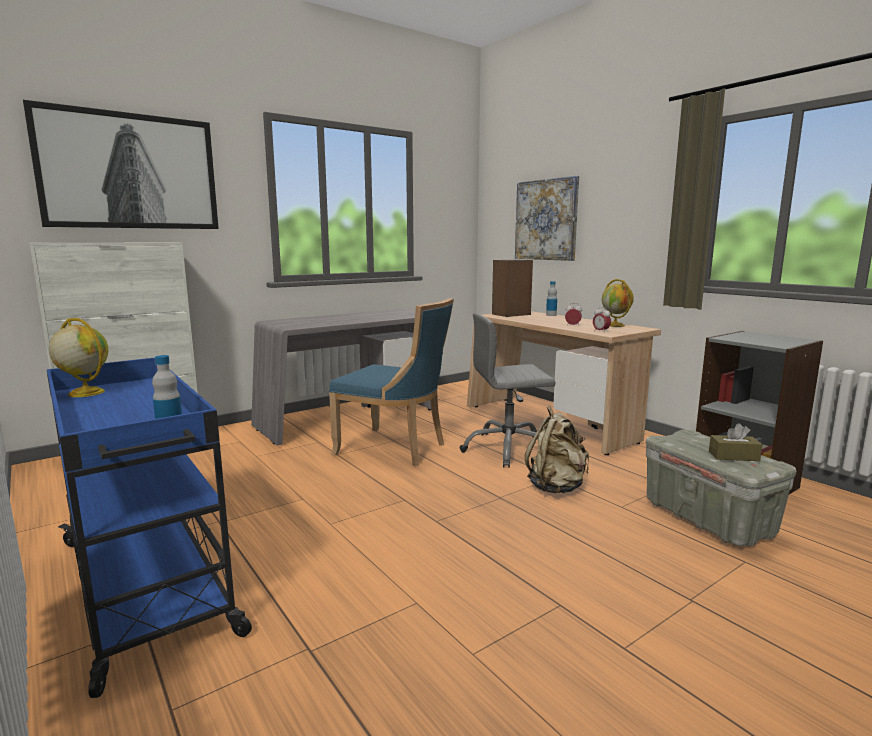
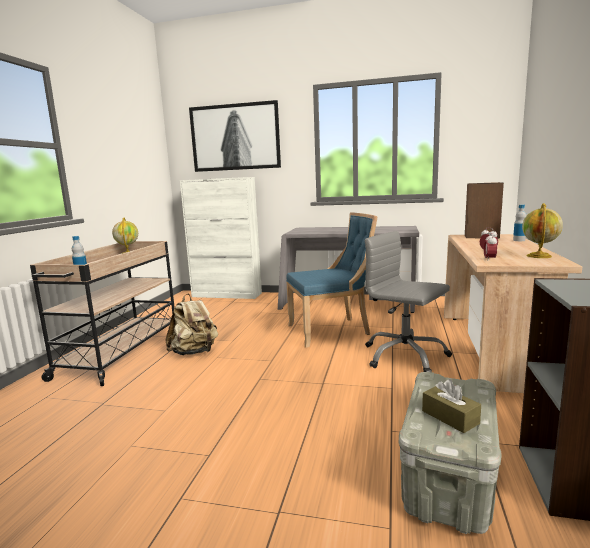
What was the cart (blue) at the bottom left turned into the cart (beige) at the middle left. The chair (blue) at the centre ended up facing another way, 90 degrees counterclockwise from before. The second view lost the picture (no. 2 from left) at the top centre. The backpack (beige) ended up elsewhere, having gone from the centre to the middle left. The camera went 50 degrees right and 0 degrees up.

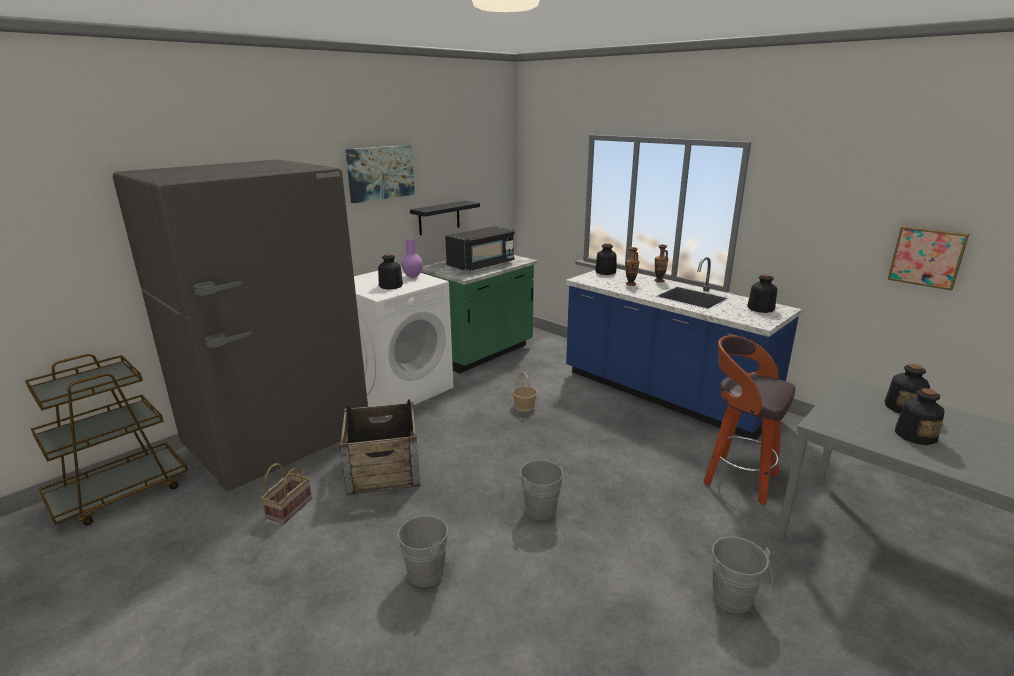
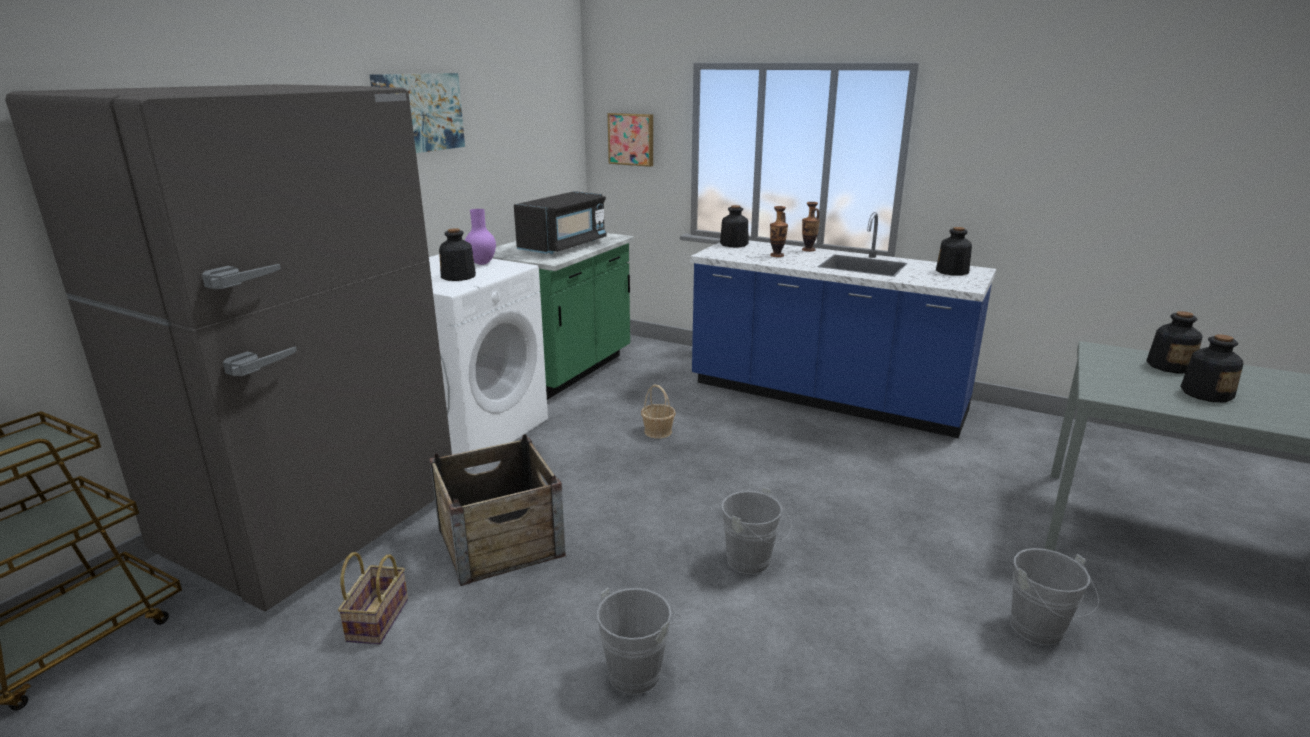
The second view lost the shelf (black) at the top centre. The second view lost the stool at the middle right. The picture (no. 2 from left) ended up elsewhere, having gone from the middle right to the top centre. The camera went 15 degrees left and 0 degrees up.

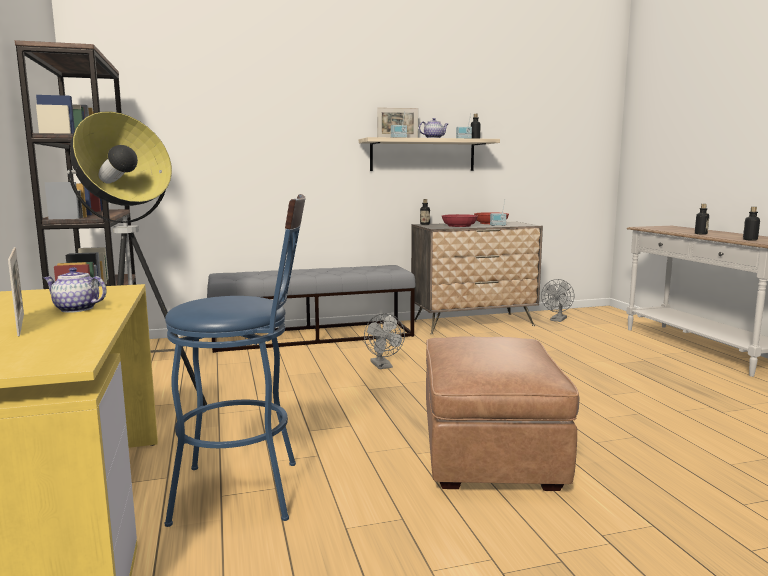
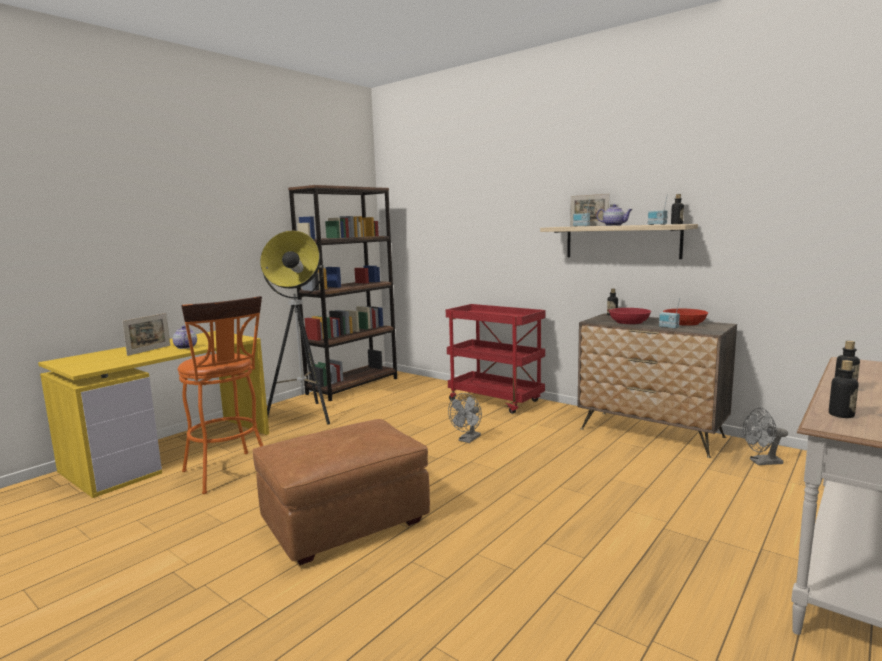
What was the stool (blue) at the middle left turned into the stool (orange) at the middle left. Where the bench (grey) stood at the centre, the cart (red) came to stand at the centre. The camera went 55 degrees right and 0 degrees up.

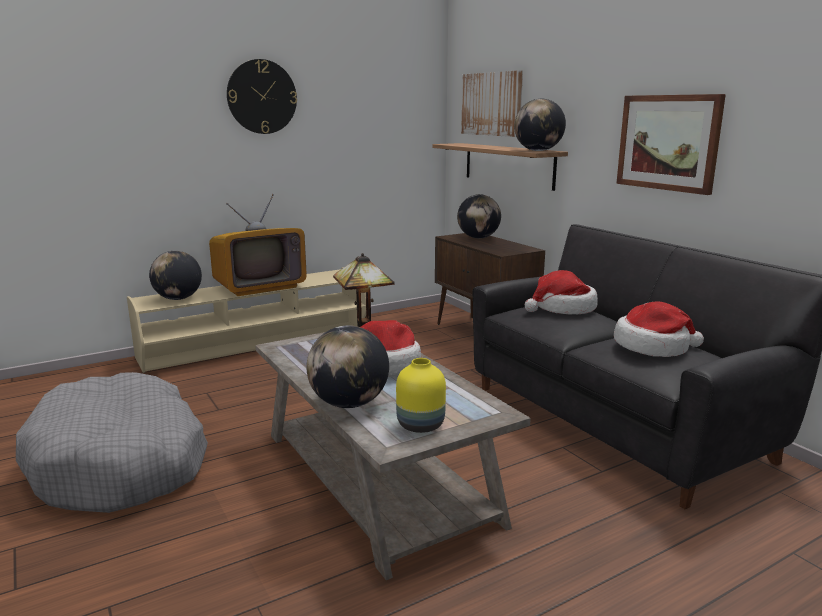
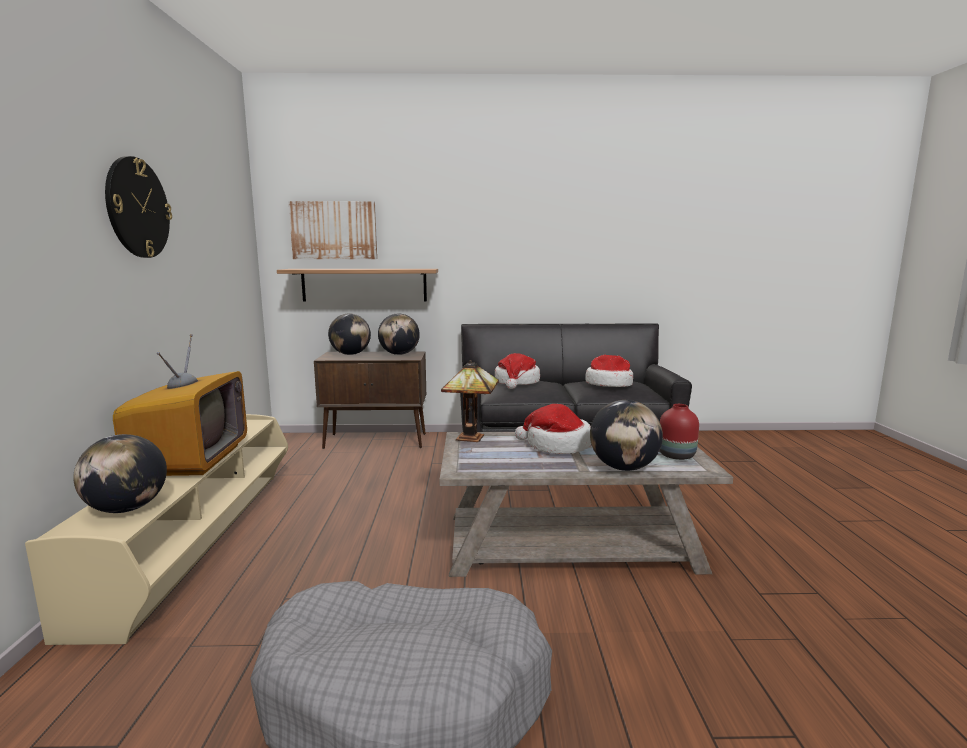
What was the vase (yellow) at the centre turned into the vase (red) at the middle right. The globe (no. 4 from left in the first image) ended up elsewhere, having gone from the top centre to the centre. The second view lost the picture (no. 2 from left) at the top right. The camera went 60 degrees left and 5 degrees down.

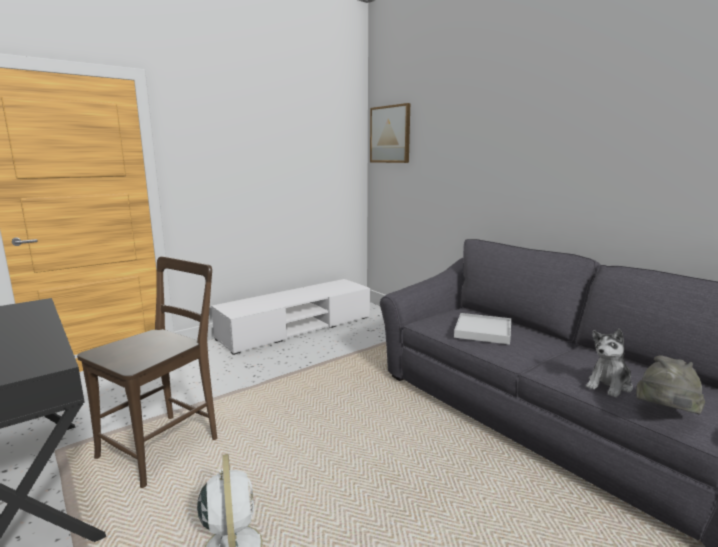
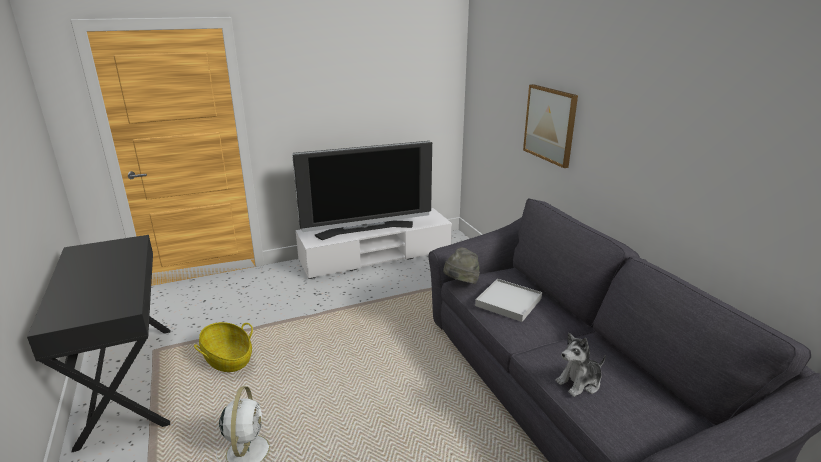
Where the chair (brown) stood at the bottom left, the basket came to stand at the bottom left. The picture ended up elsewhere, having gone from the top centre to the top right. The hat (grey) ended up elsewhere, having gone from the bottom right to the centre. The second view gained the television at the centre. The camera went 15 degrees right and 10 degrees up.

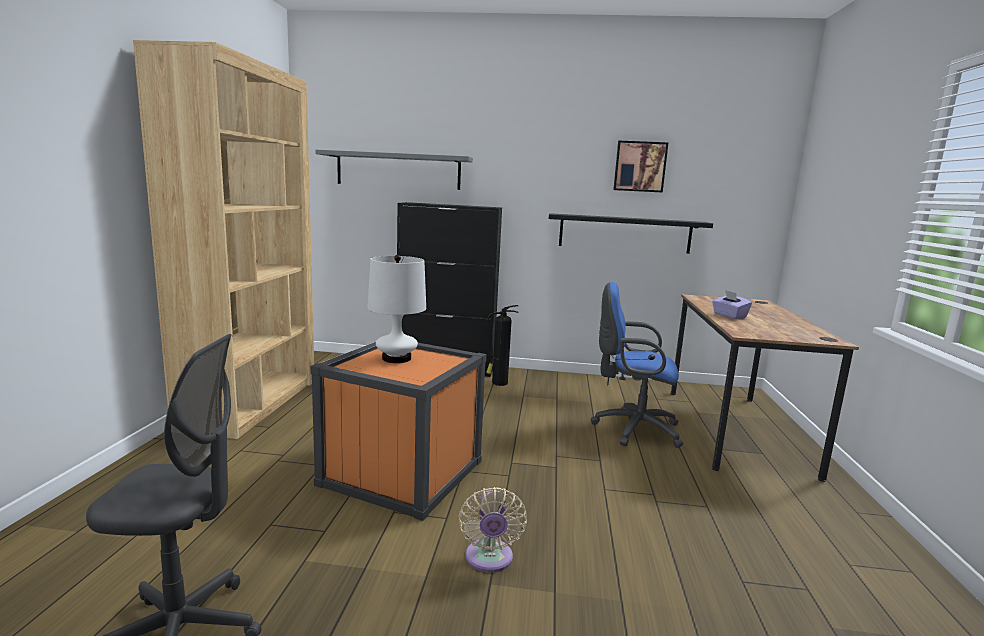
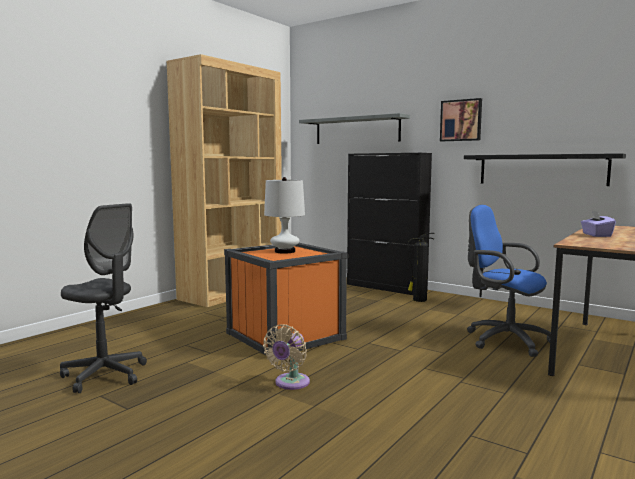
The picture ended up elsewhere, having gone from the top centre to the top right. The camera went 30 degrees right and 5 degrees down.

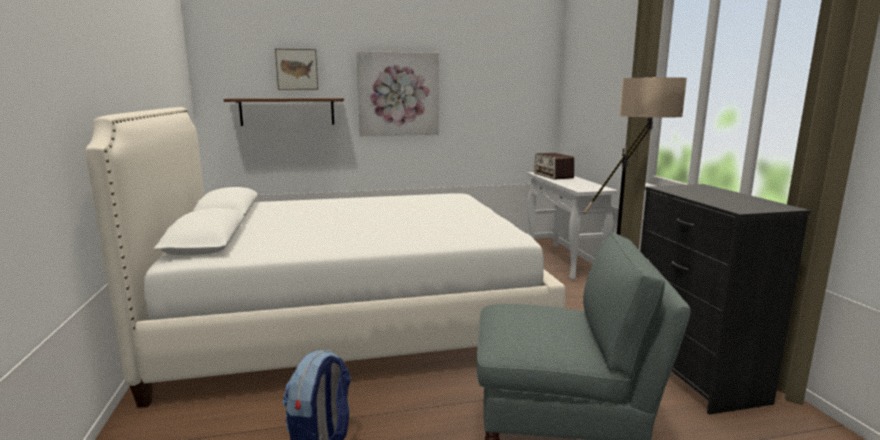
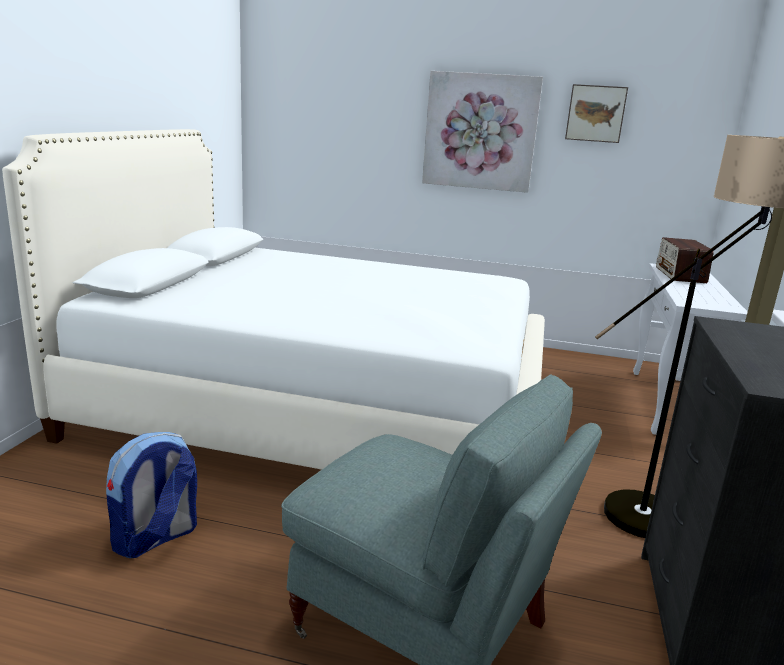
The second view lost the shelf (brown) at the top left. The picture (no. 1 from left in the first image) ended up elsewhere, having gone from the top centre to the top right. The camera went 25 degrees right and 5 degrees up.

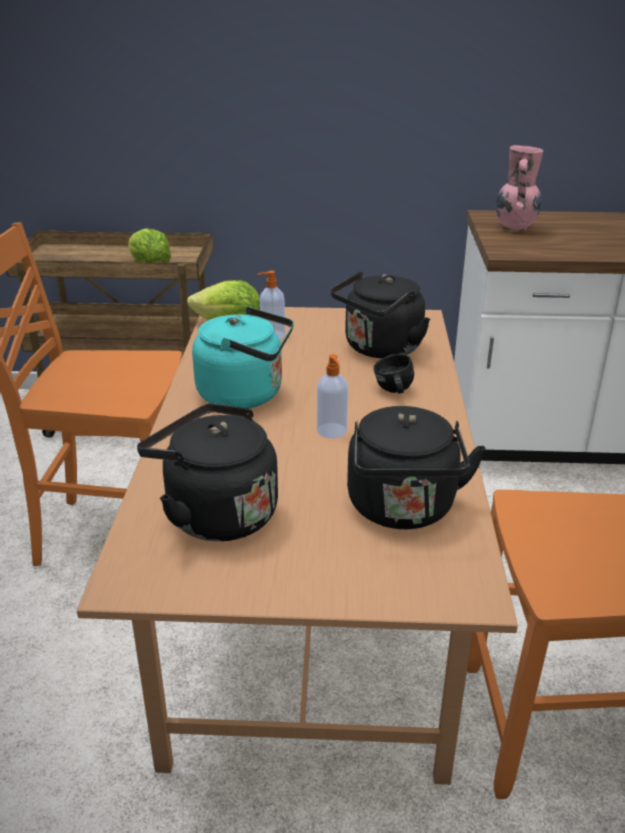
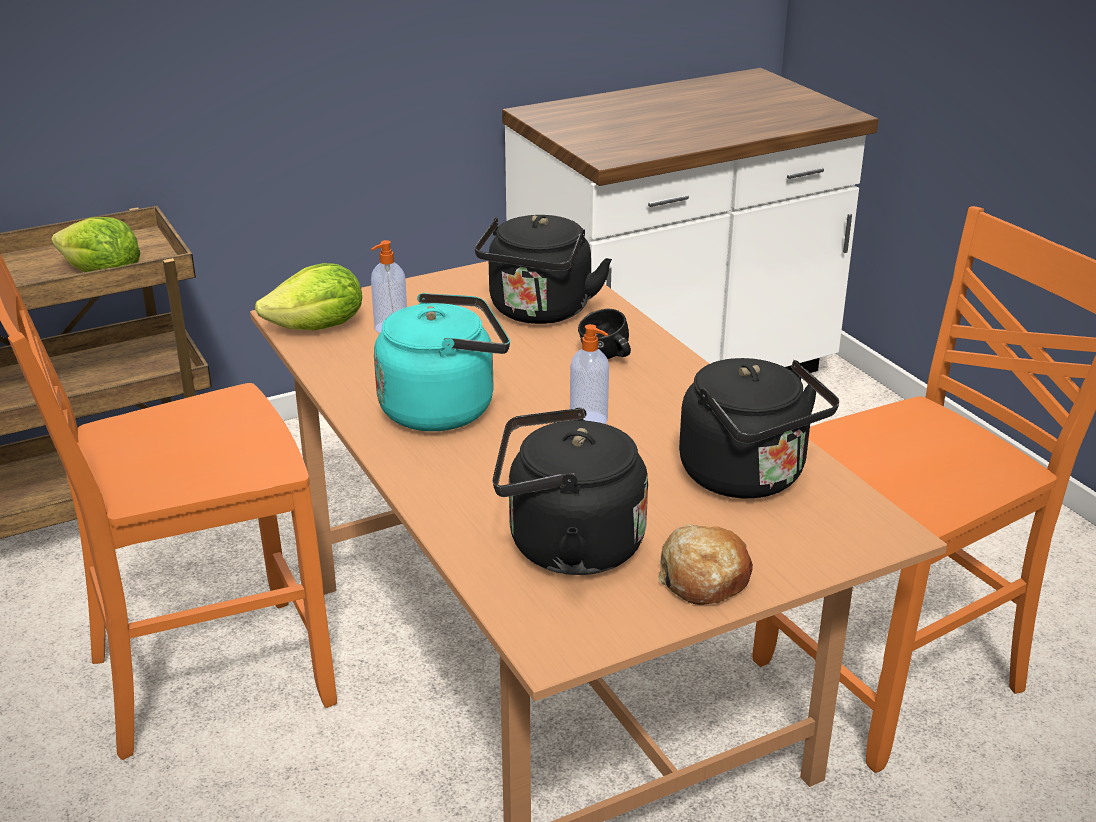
The second view lost the vase (pink) at the top right. The second view gained the bread at the bottom centre. The camera went 30 degrees left and 0 degrees up.

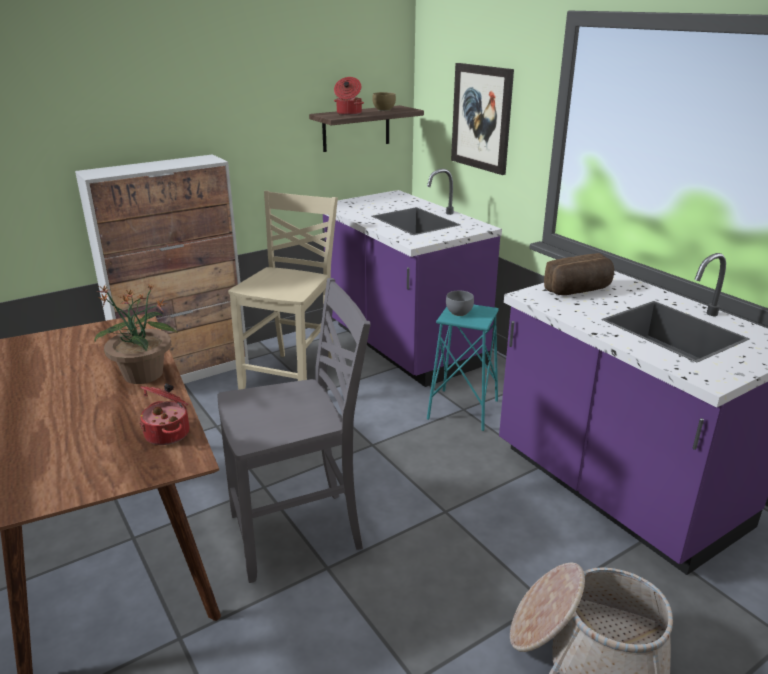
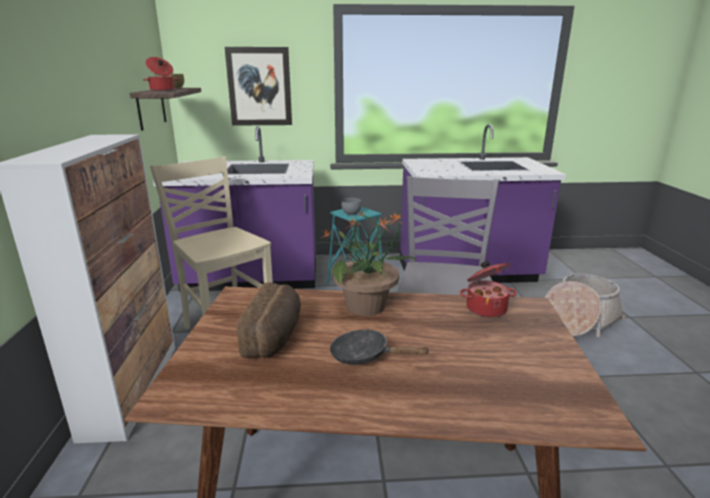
The bread ended up elsewhere, having gone from the middle right to the centre. The second view gained the frying pan (black) at the bottom centre. The camera went 60 degrees left and 5 degrees down.

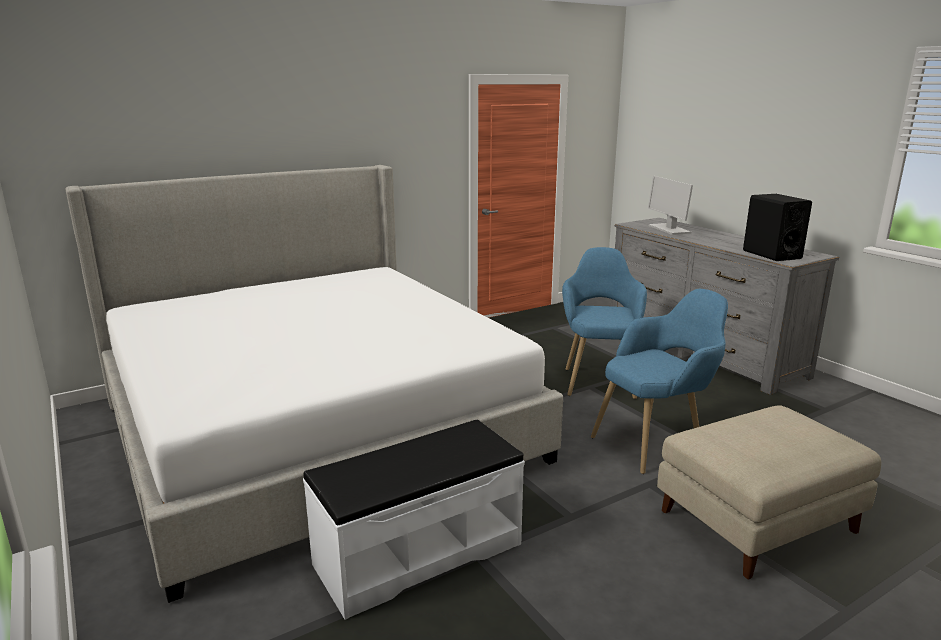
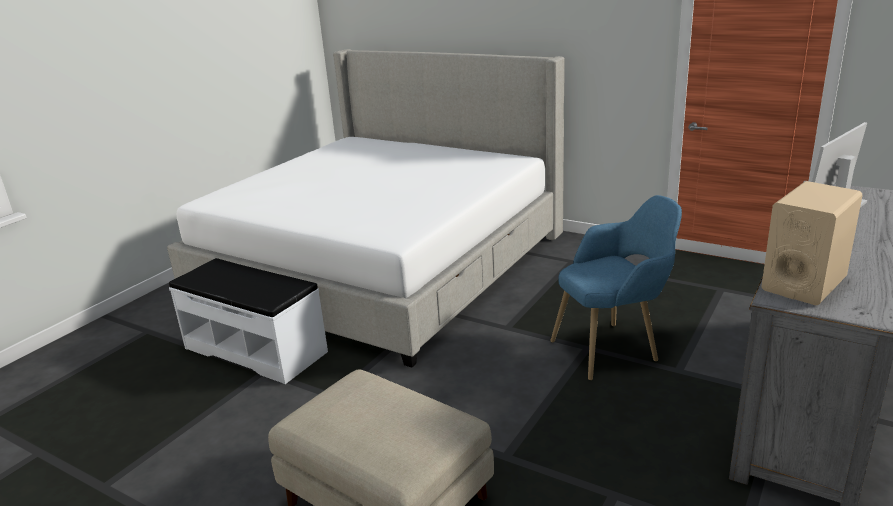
The second view lost the armchair (blue) (no. 2 from left) at the middle right. What was the speaker (black) at the middle right turned into the speaker (beige) at the middle right. The camera went 65 degrees right and 5 degrees up.

